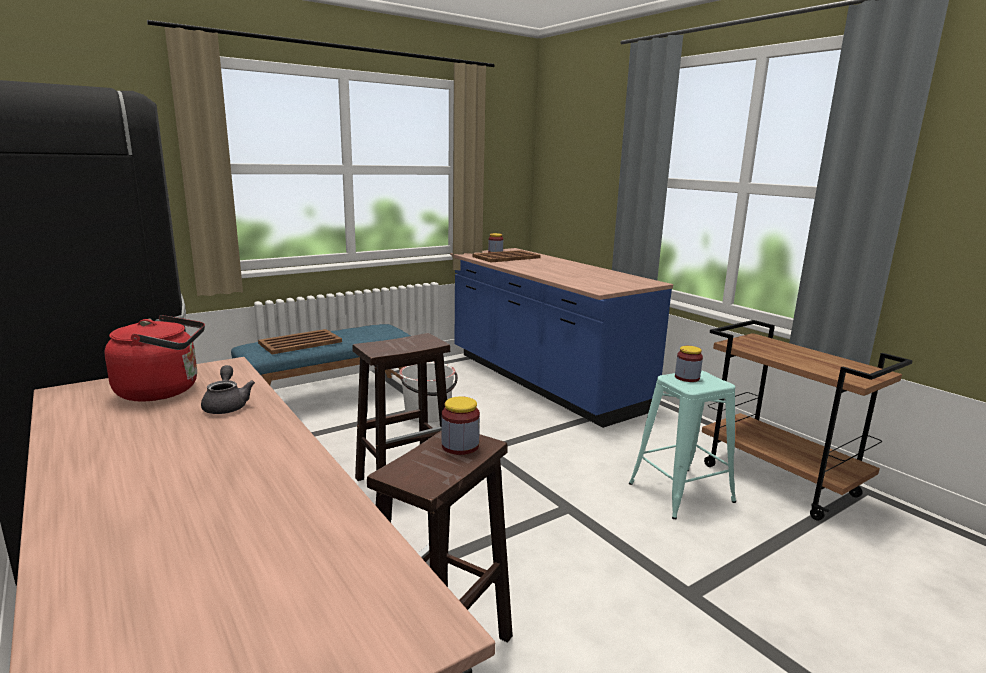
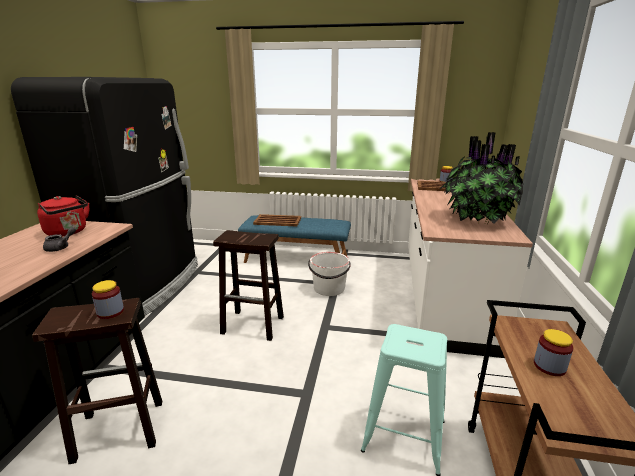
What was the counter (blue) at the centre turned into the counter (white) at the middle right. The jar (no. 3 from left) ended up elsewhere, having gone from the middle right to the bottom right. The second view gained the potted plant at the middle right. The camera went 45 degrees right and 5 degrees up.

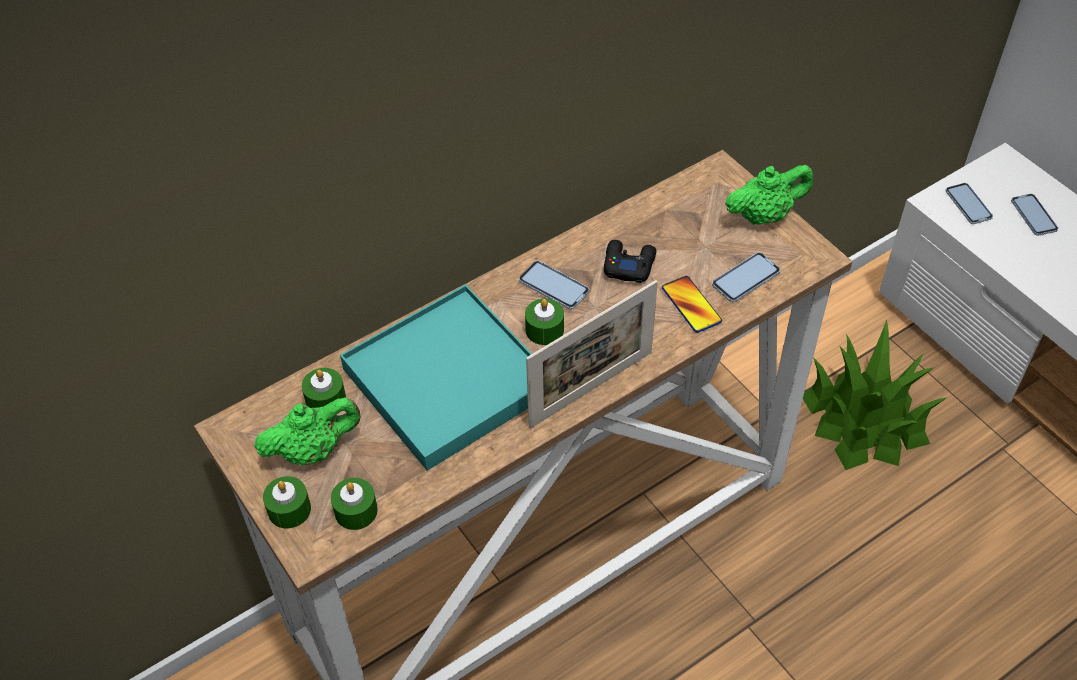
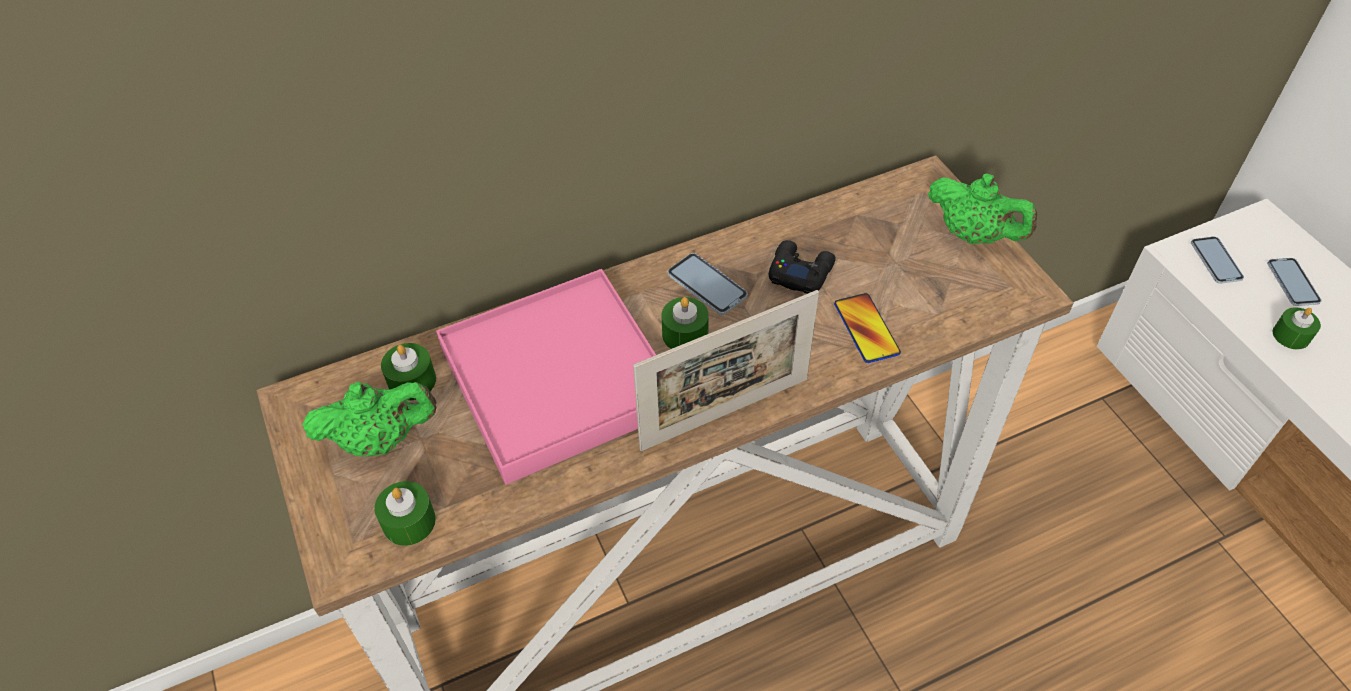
The candle (green) (no. 1 from left in the first image) ended up elsewhere, having gone from the bottom left to the middle right. What was the tray (turquoise) at the centre turned into the tray (pink) at the centre. The second view lost the phone (no. 3 from left) at the middle right. The teapot (green) (no. 2 from left) at the top right ended up facing another way, 45 degrees clockwise from before. The second view lost the potted plant at the middle right. The camera went 10 degrees right and 0 degrees up.

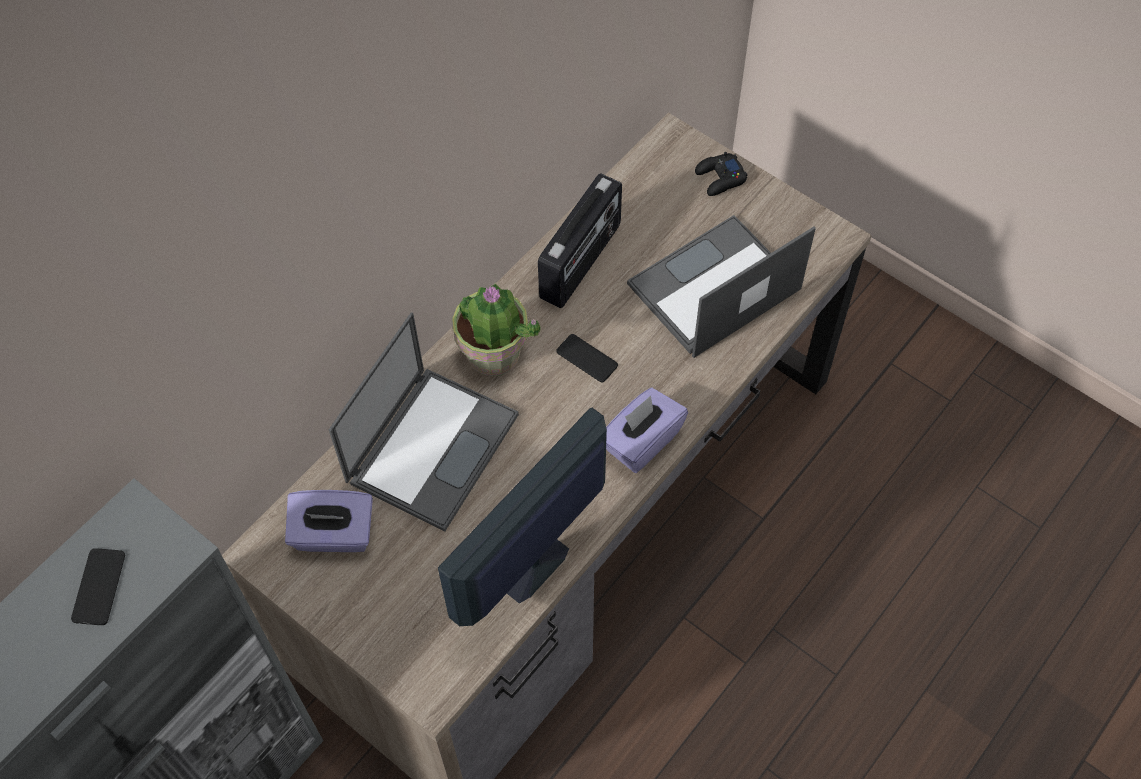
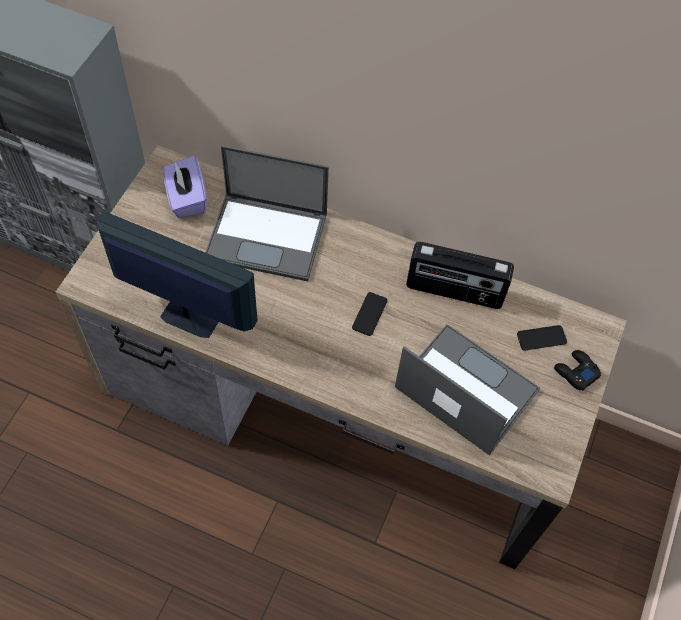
The phone (no. 1 from left in the first image) ended up elsewhere, having gone from the bottom left to the middle right. The second view lost the potted plant at the centre. The second view lost the tissue box (purple) (no. 2 from left) at the centre. The camera went 70 degrees right and 0 degrees up.

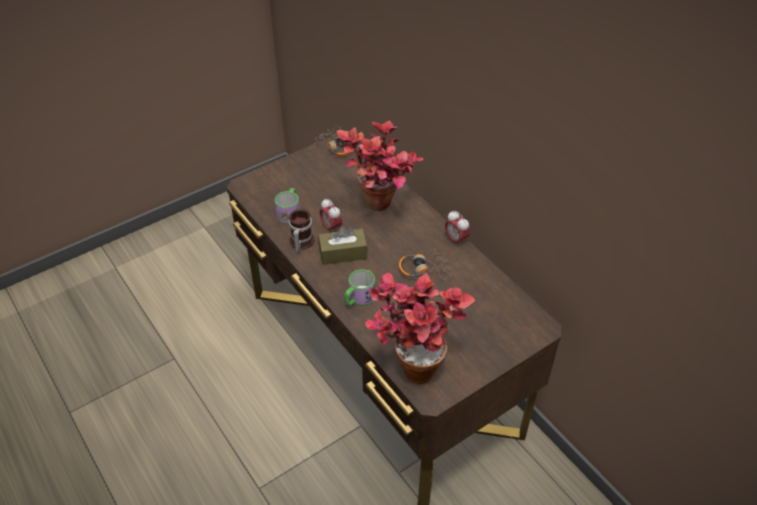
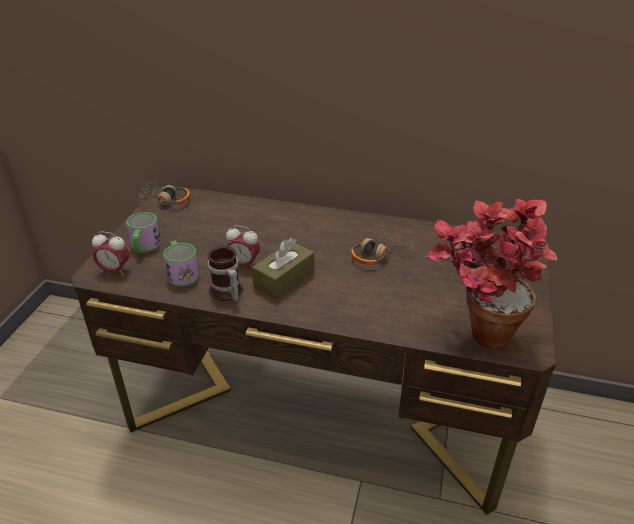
The second view lost the potted plant (no. 1 from left) at the top centre. The mug (no. 3 from left in the first image) ended up elsewhere, having gone from the centre to the middle left. The alarm clock (no. 2 from left in the first image) ended up elsewhere, having gone from the centre to the middle left. The camera went 40 degrees left and 10 degrees down.

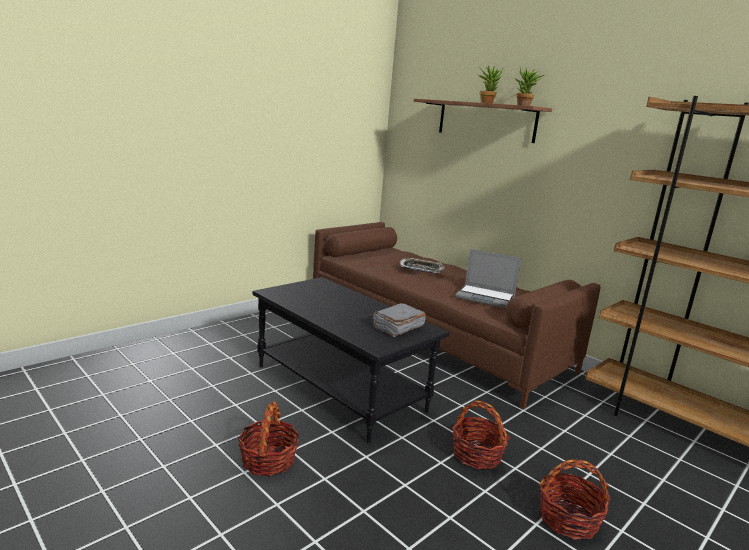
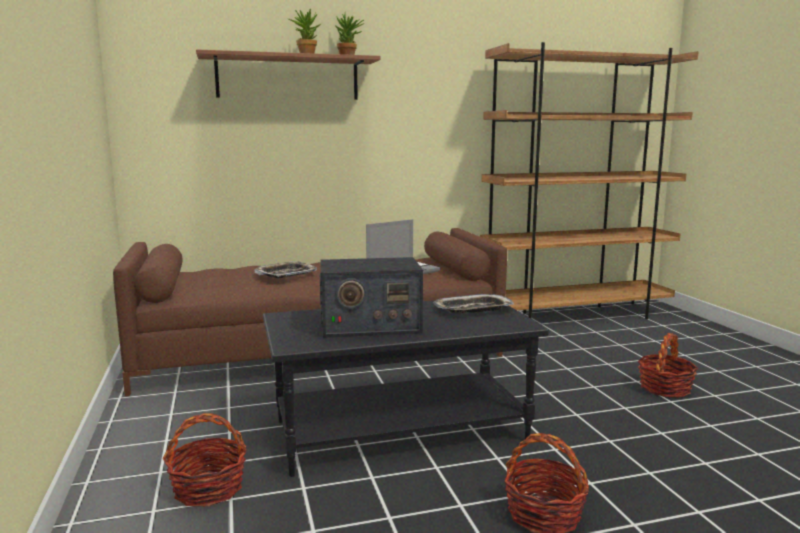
Where the book (grey) stood at the centre, the tray (no. 2 from left) came to stand at the centre. The basket (no. 2 from left in the first image) ended up elsewhere, having gone from the bottom centre to the bottom left. The second view gained the radio at the centre. The camera went 60 degrees left and 5 degrees down.

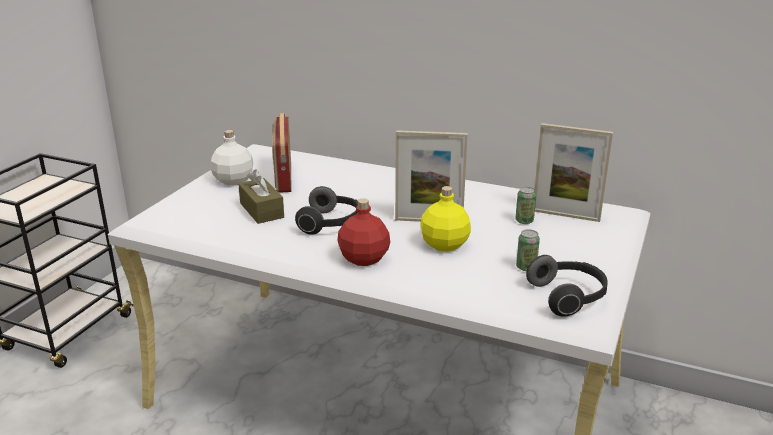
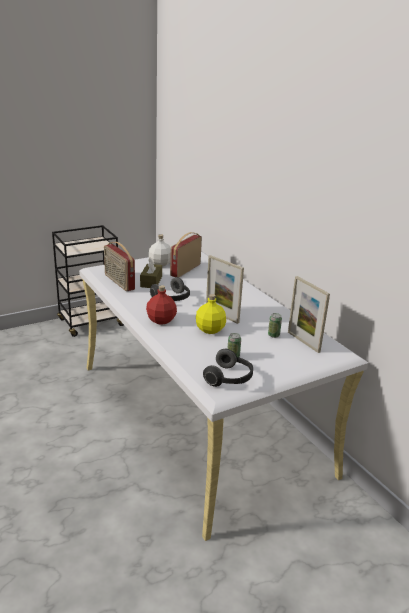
The second view gained the radio (no. 1 from left) at the middle left. The camera went 35 degrees right and 0 degrees up.

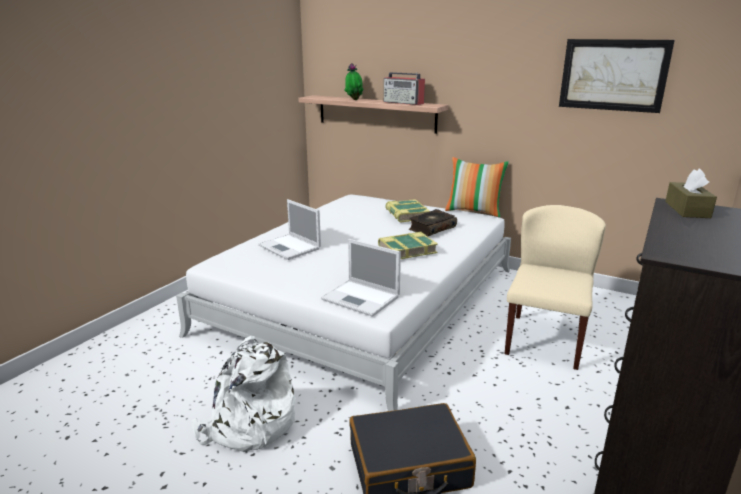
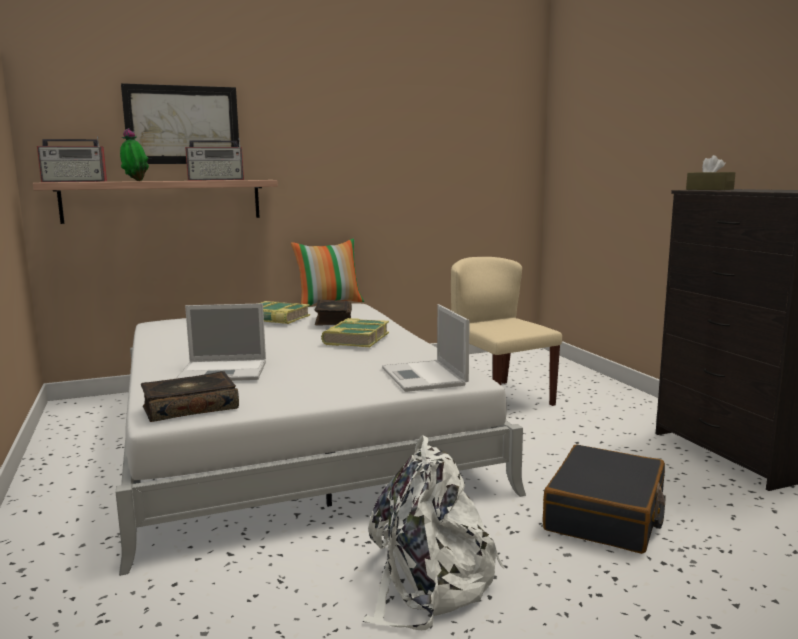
The laptop (no. 2 from left) at the centre ended up facing another way, 90 degrees clockwise from before. The picture ended up elsewhere, having gone from the top right to the top left. The second view gained the radio (no. 1 from left) at the top left. The second view gained the book (no. 1 from left) at the middle left. The camera went 50 degrees left and 10 degrees down.

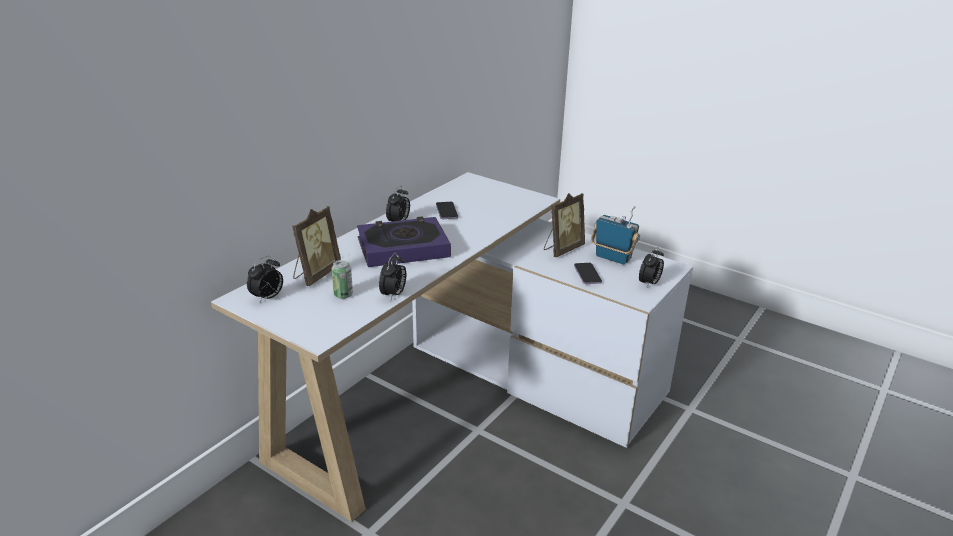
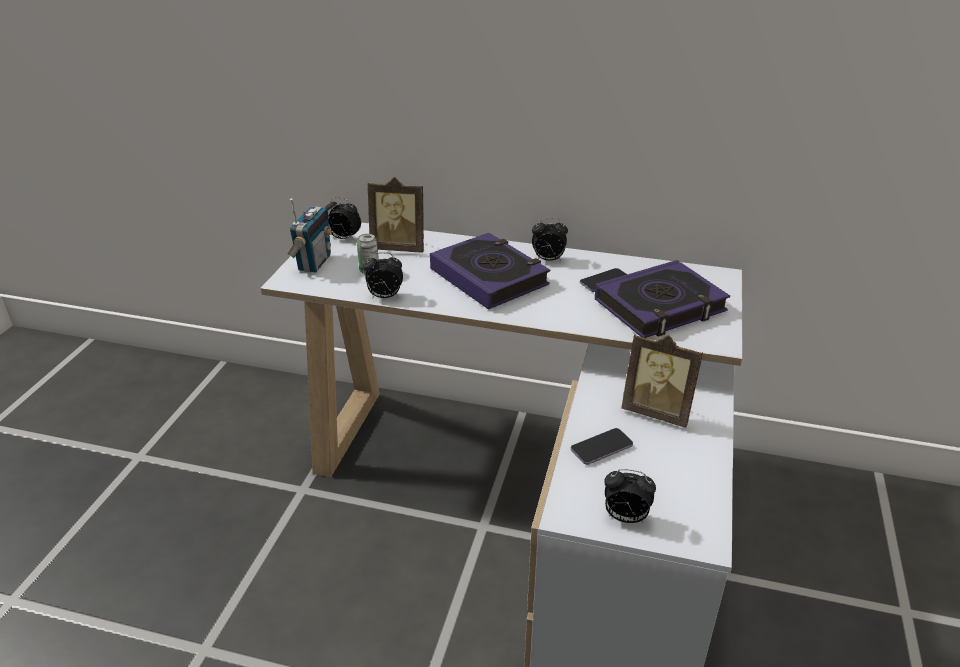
The radio ended up elsewhere, having gone from the centre to the middle left. The second view gained the book (no. 2 from left) at the middle right. The camera went 70 degrees right and 5 degrees up.

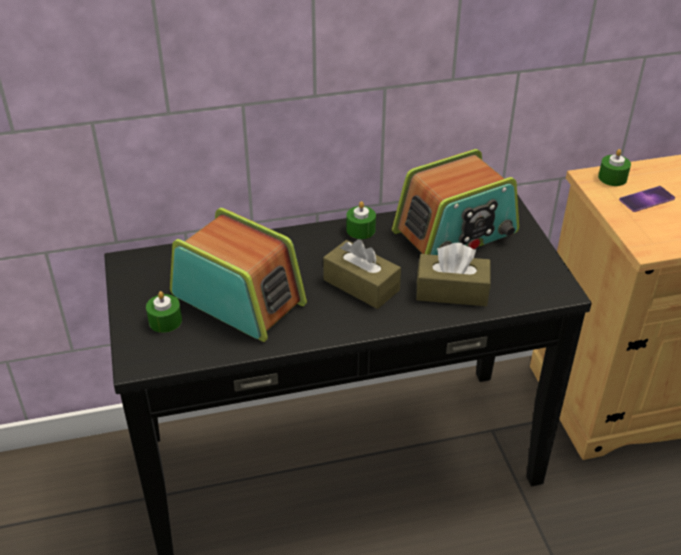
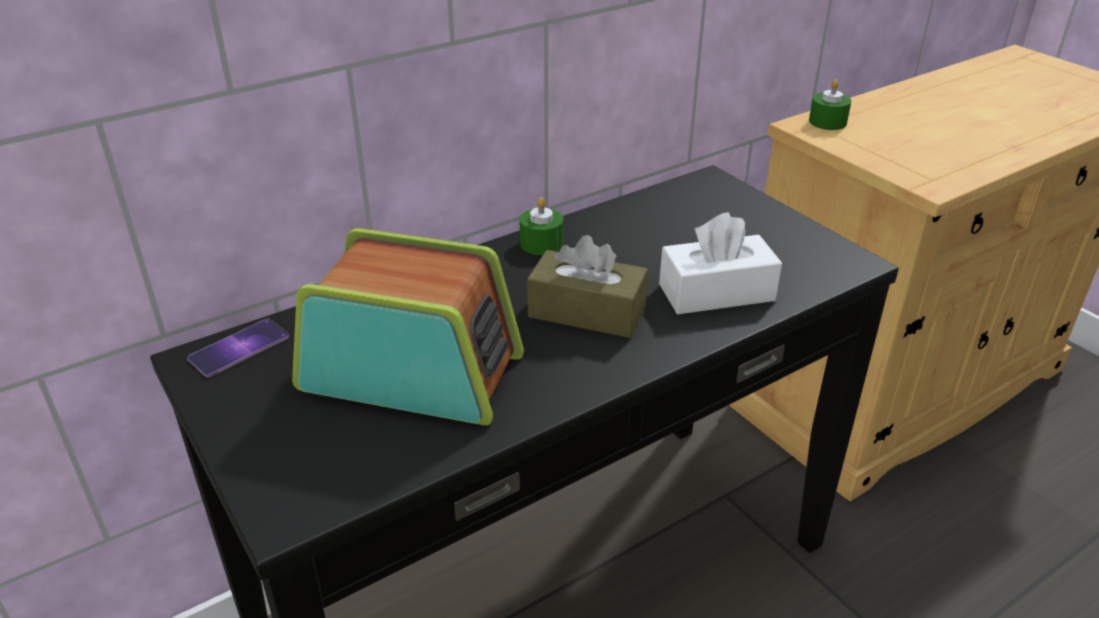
The second view lost the candle (green) (no. 1 from left) at the middle left. The second view lost the radio (no. 2 from left) at the middle right. What was the tissue box (brown) (no. 2 from left) at the centre turned into the tissue box (white) at the centre. The phone ended up elsewhere, having gone from the middle right to the middle left. The camera went 20 degrees left and 5 degrees down.

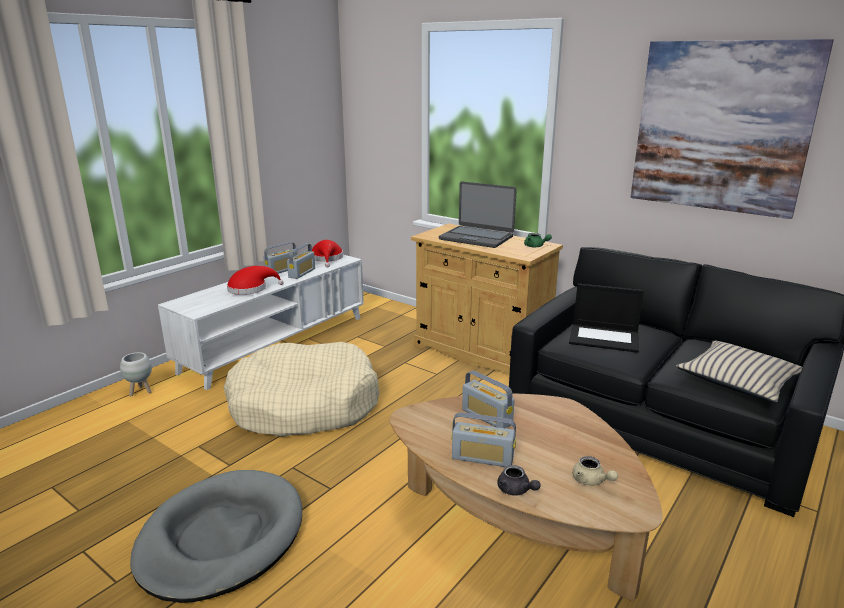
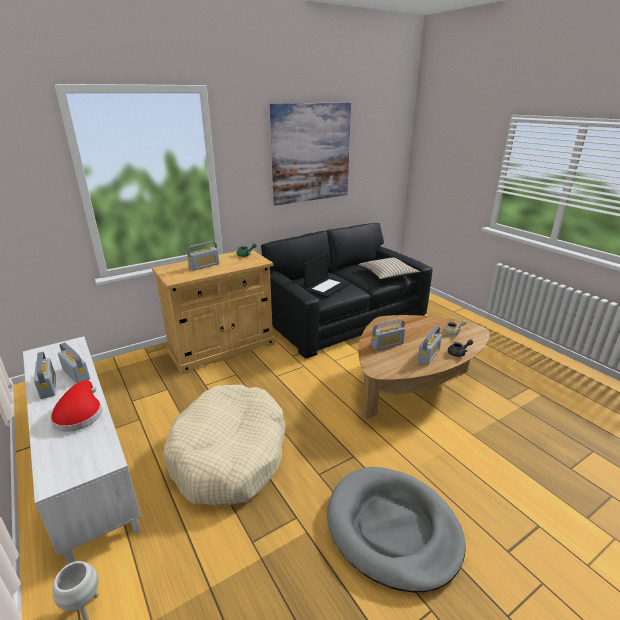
The second view lost the hat (red) (no. 2 from left) at the centre. Where the laptop (no. 1 from left) stood at the centre, the radio (no. 3 from left) came to stand at the middle left. The camera went 70 degrees left and 5 degrees up.

